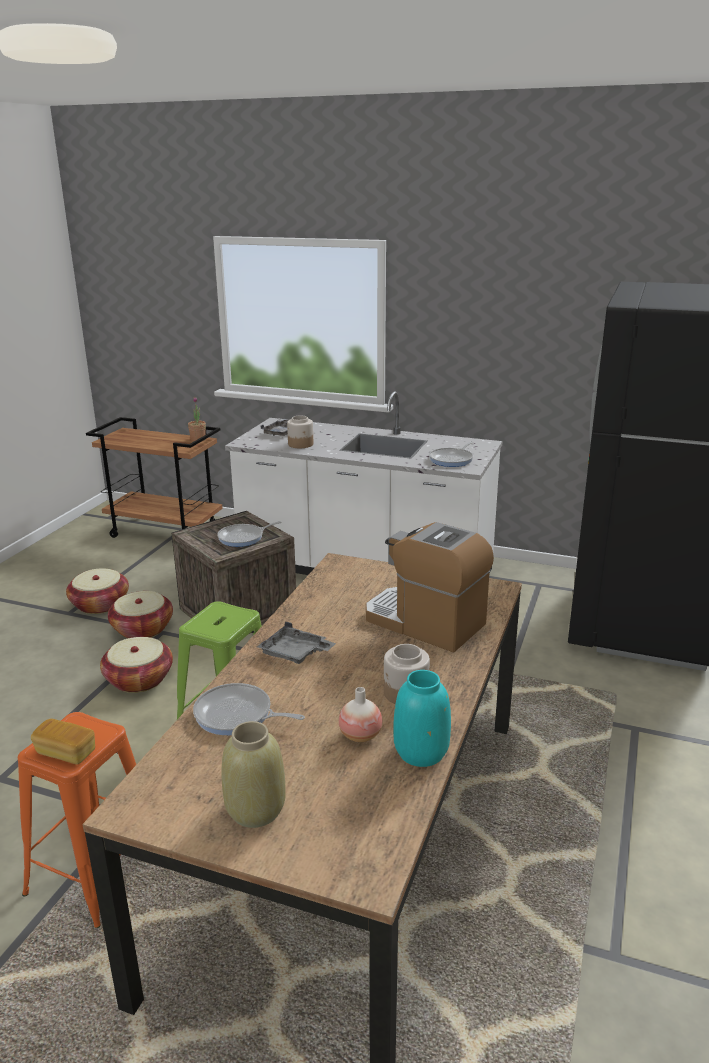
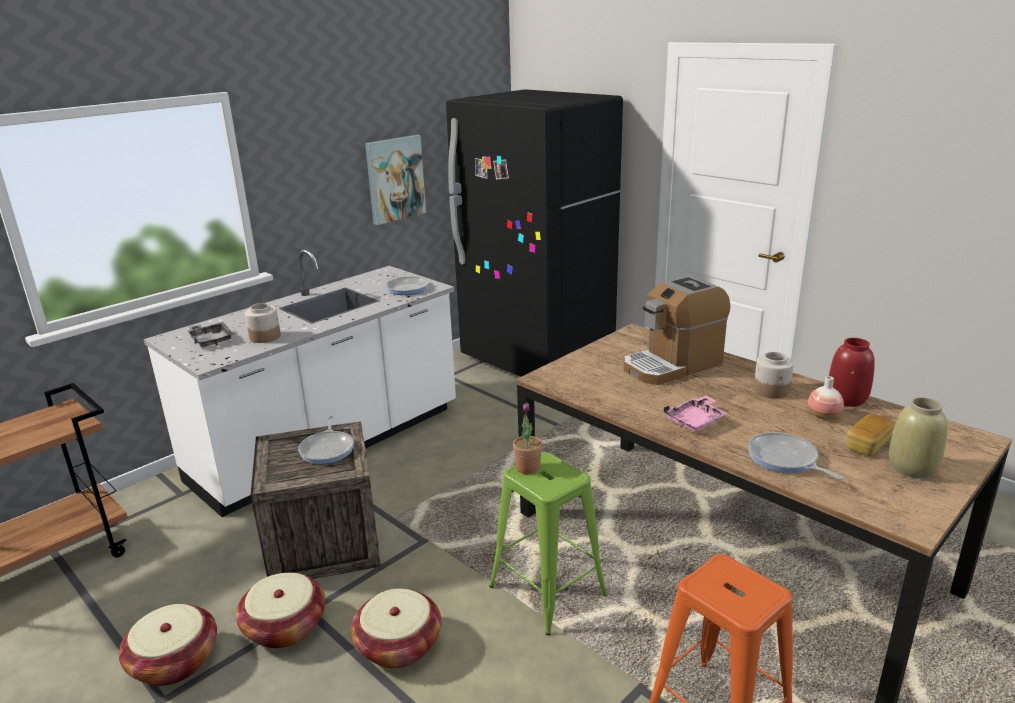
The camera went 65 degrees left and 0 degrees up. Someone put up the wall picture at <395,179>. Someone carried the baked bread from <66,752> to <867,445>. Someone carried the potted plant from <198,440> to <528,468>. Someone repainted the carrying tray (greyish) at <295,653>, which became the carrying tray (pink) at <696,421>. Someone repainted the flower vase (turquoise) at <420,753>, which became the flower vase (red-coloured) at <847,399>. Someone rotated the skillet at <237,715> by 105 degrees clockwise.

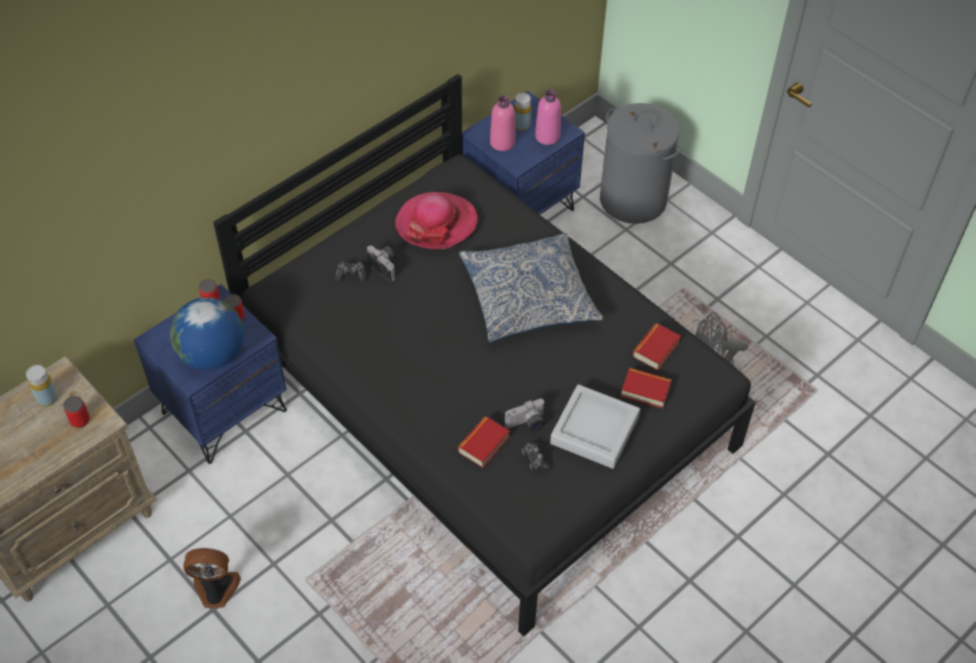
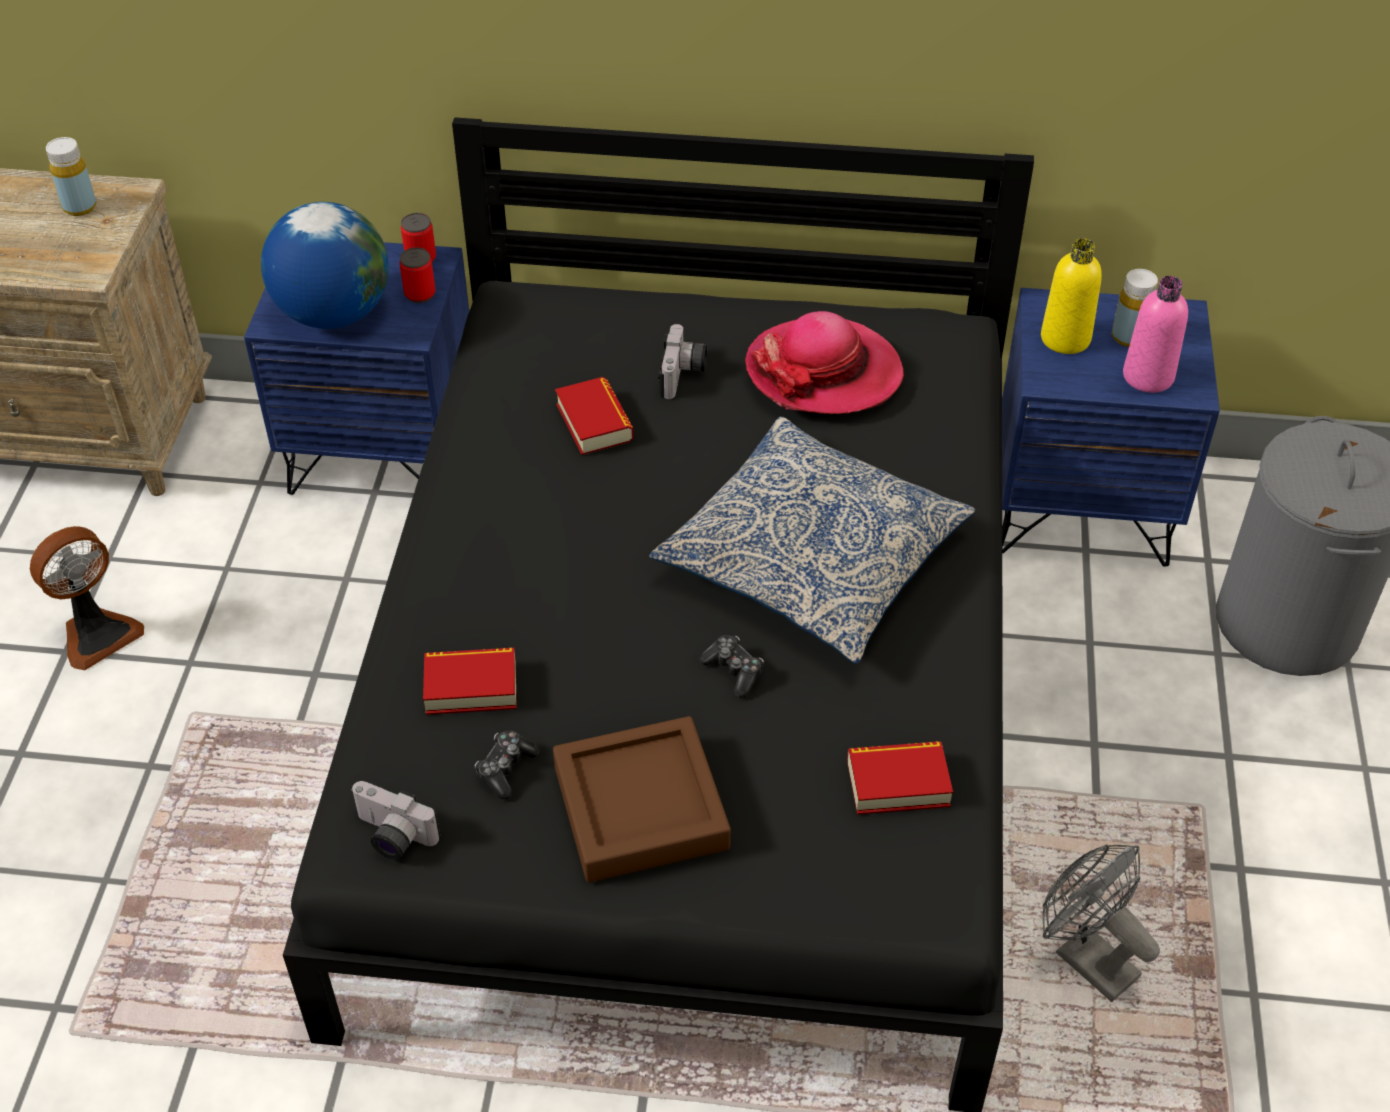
The camera went 50 degrees right and 5 degrees down. Someone took away the can at <80,420>. Someone carried the joypad from <351,274> to <734,671>. Someone carried the still camera from <527,424> to <391,837>. Someone carried the volume from <645,390> to <594,422>. Someone repainted the bottle (pink) at <502,142>, which became the bottle (yellowish) at <1065,338>. Someone repainted the carrying tray (greyish) at <594,430>, which became the carrying tray (brown) at <640,807>. Someone rotated the electric fan at <216,590> by 90 degrees clockwise.

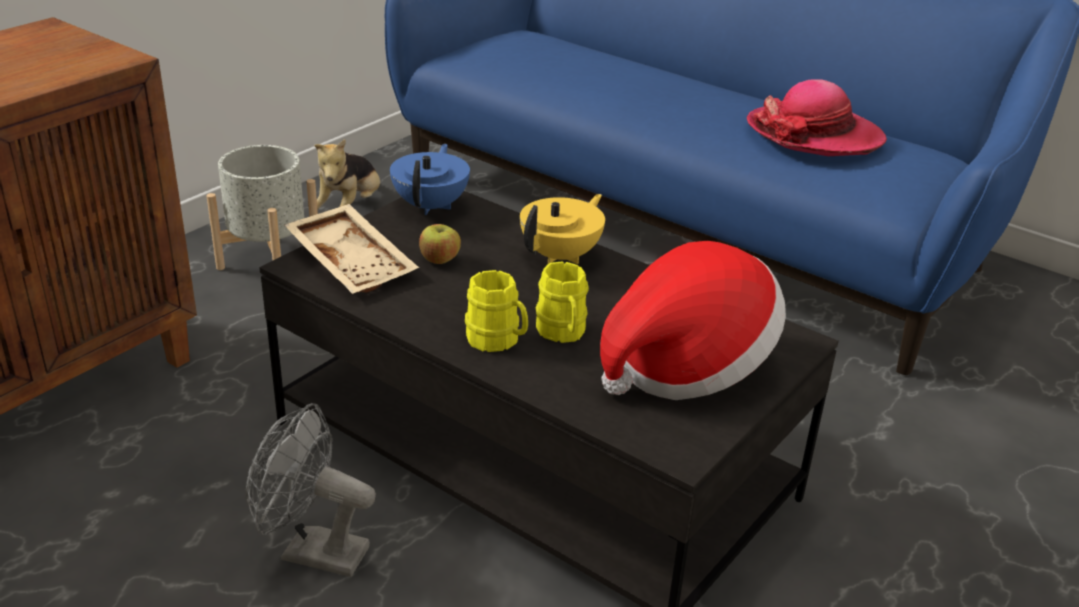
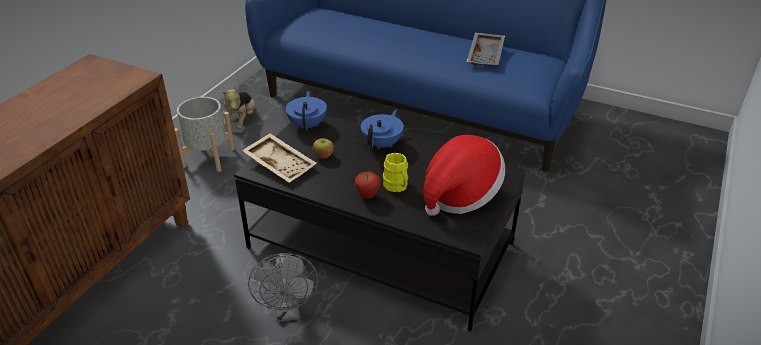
The camera went 10 degrees left and 5 degrees up. Someone swapped the tea mug (yellowish) at <498,341> for the apple fruit at <367,196>. Someone swapped the clothing hat at <814,135> for the carrying tray (greyish) at <486,56>. Someone repainted the tea pot (yellowish) at <561,255>, which became the tea pot (blue-coloured) at <382,144>. Someone rotated the electric fan (greyish) at <312,552> by 105 degrees counterclockwise.

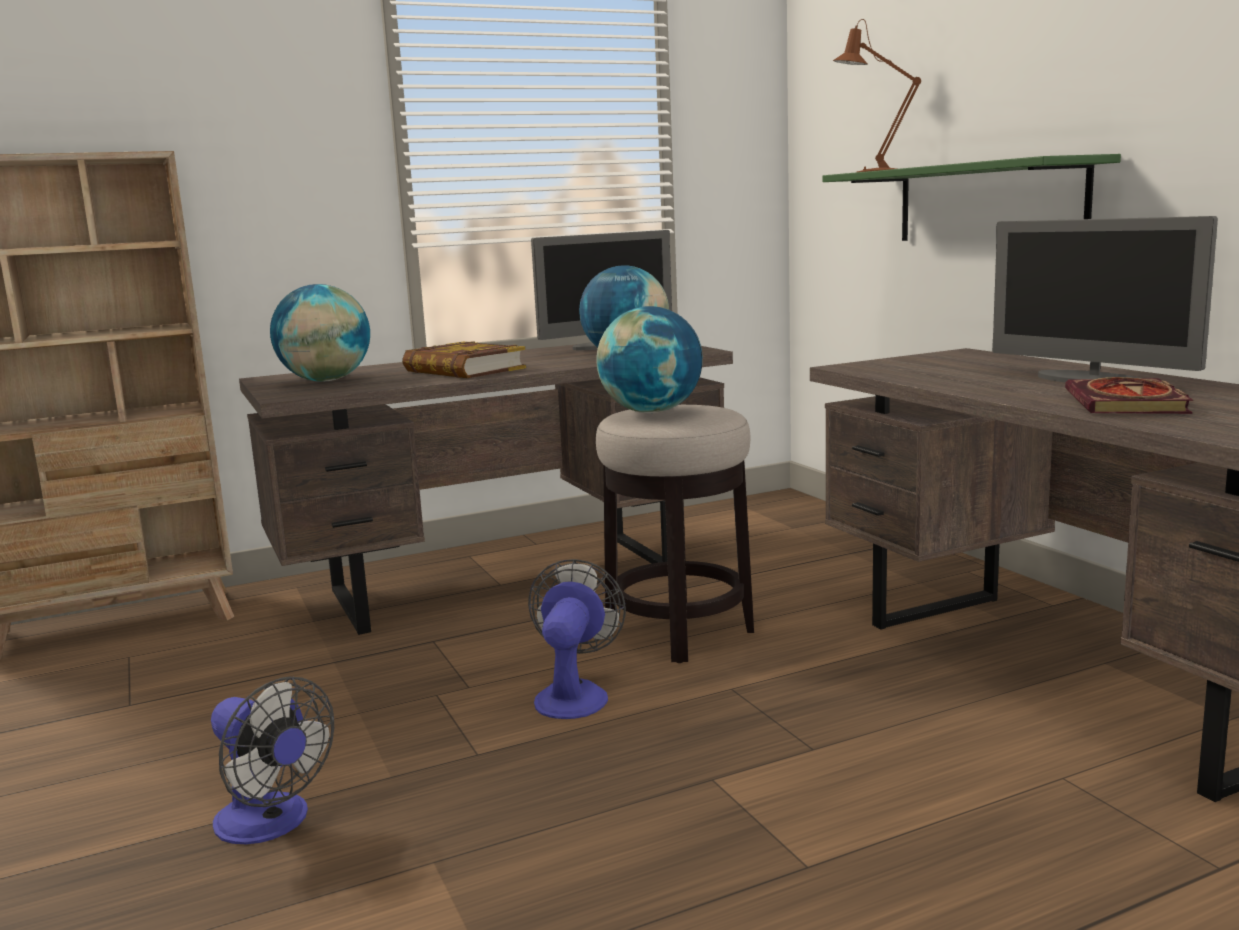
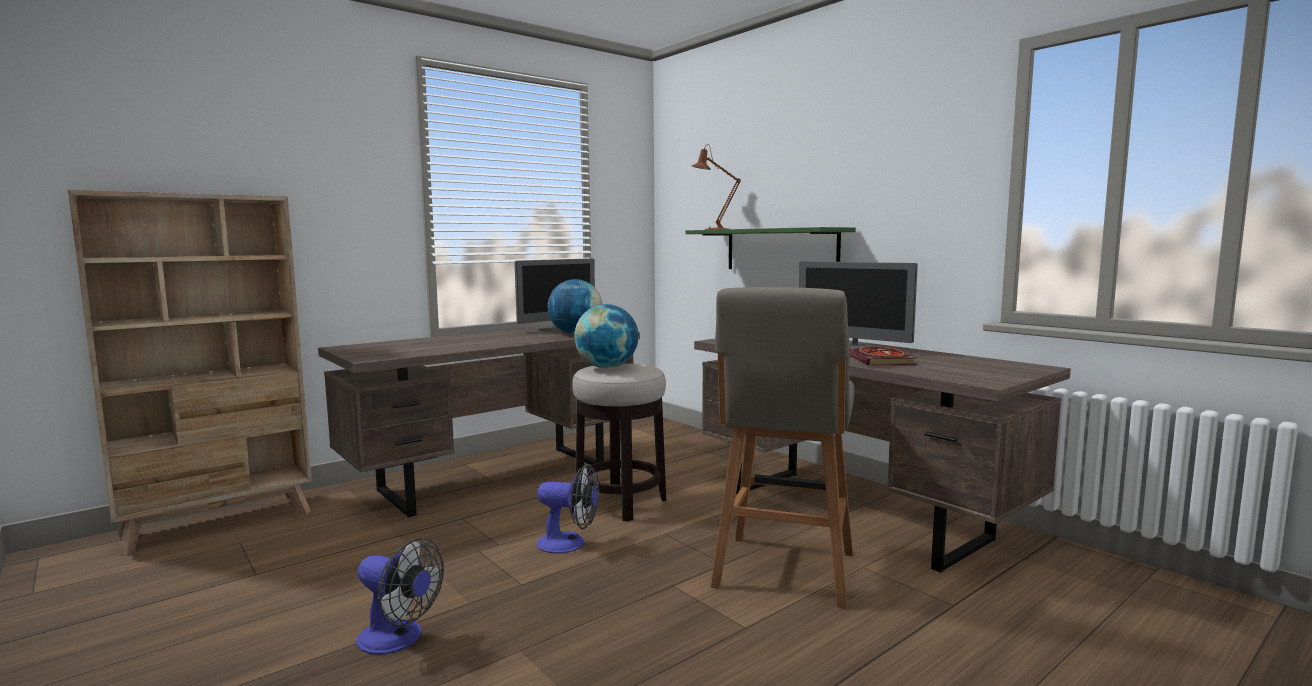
The camera went 15 degrees left and 5 degrees down. Someone took away the desk globe at <326,380>. Someone took away the volume at <464,370>. Someone put down the sitting stool (greyish) at <784,572>. Someone rotated the electric fan at <574,694> by 105 degrees clockwise.

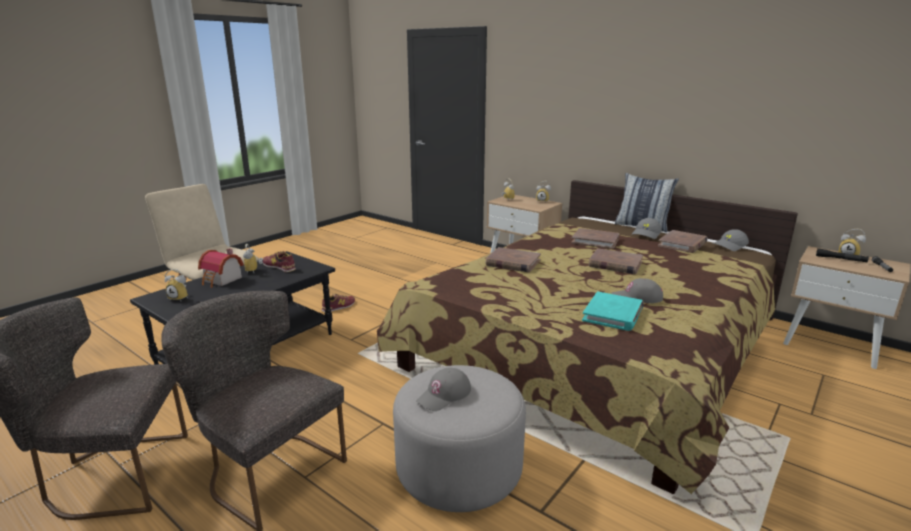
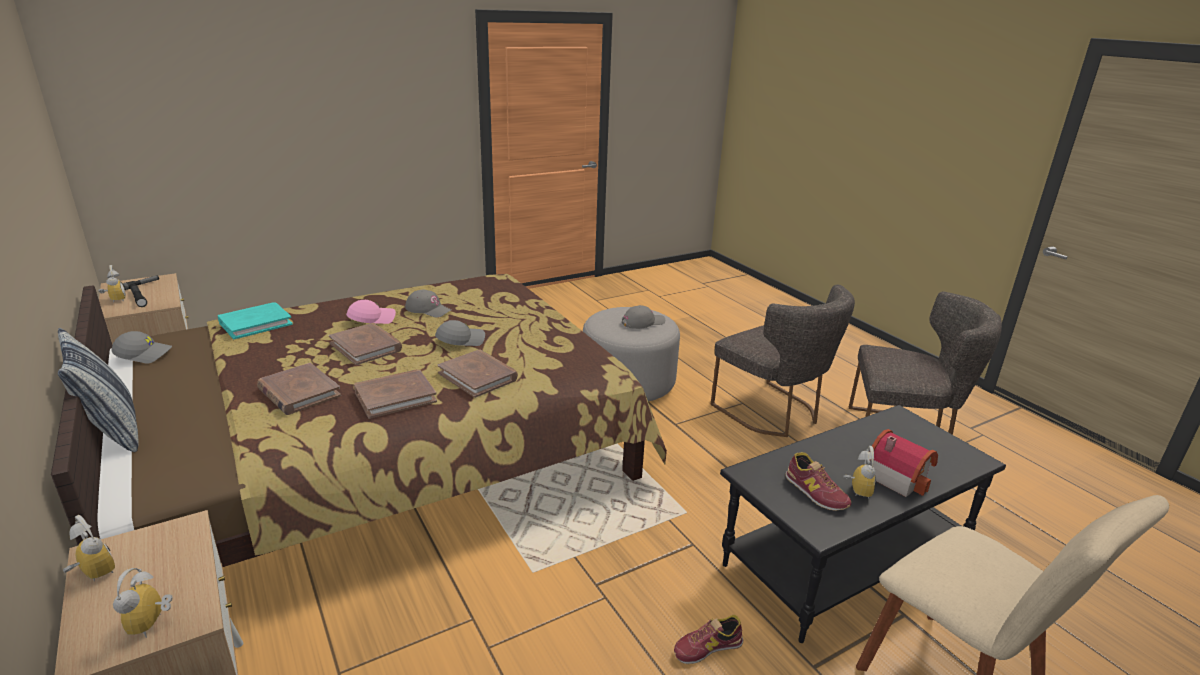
The camera went 160 degrees left and 5 degrees up. Someone took away the alarm clock at <181,298>. Someone put down the peaked cap (pink) at <372,319>. Someone carried the volume (turquoise) from <613,314> to <255,323>. Someone carried the peaked cap (greyish) from <646,234> to <460,340>. Someone carried the volume (brown) from <682,244> to <395,396>.

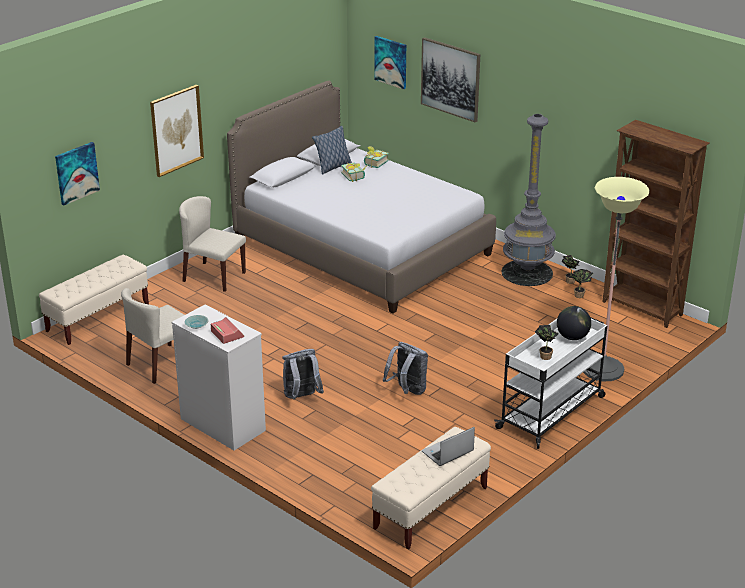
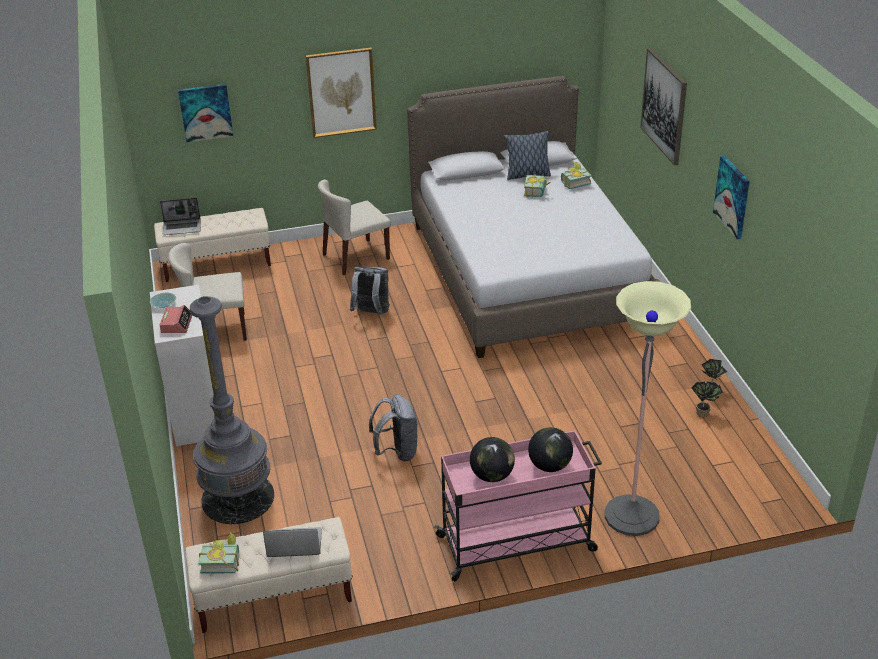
The camera went 35 degrees right and 5 degrees up. Someone took away the shelving unit (brown) at <642,309>. Someone put down the laptop at <182,227>. Someone put down the volume at <221,561>. Someone carried the knapsack (greyish) from <301,397> to <371,313>. Someone carried the wall picture from <391,62> to <732,197>. Someone carried the standing lamp (greyish) from <527,273> to <238,498>. Someone swapped the potted plant at <544,356> for the desk globe at <492,476>. Someone repainted the wheeled cart (white) at <552,412>, which became the wheeled cart (pink) at <517,543>. Someone rotated the upright chair (sand-coloured) at <213,277> by 90 degrees counterclockwise.

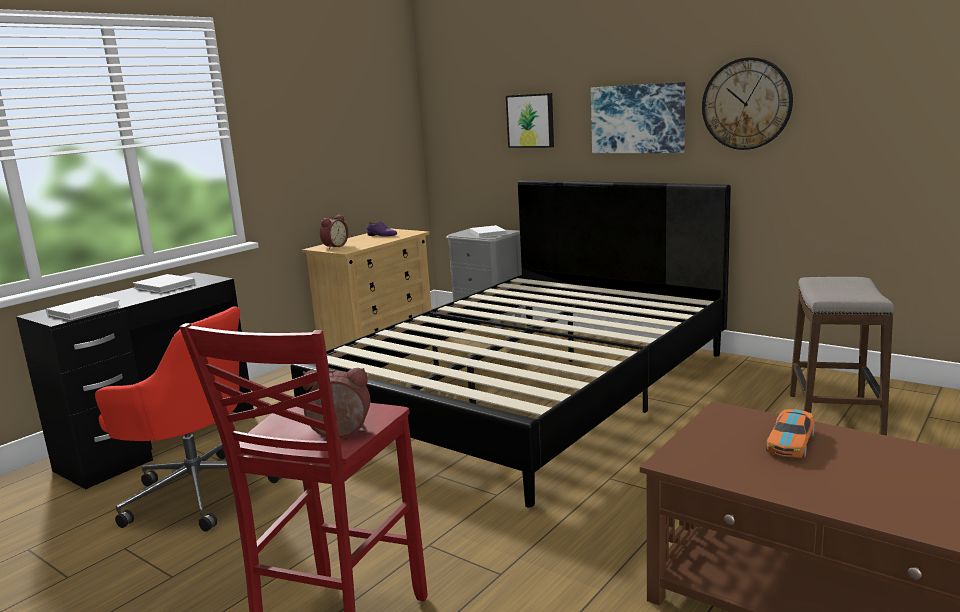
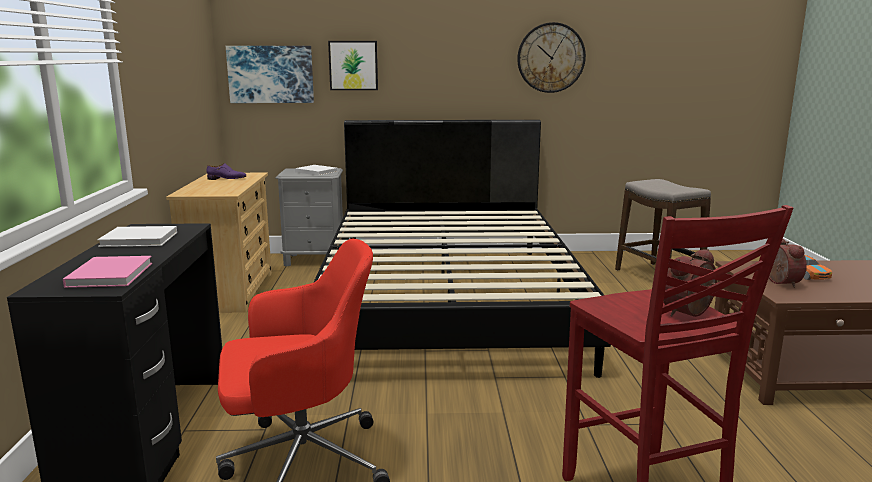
The camera went 40 degrees left and 0 degrees up. Someone carried the alarm clock from <334,246> to <779,282>. Someone carried the wall picture from <638,118> to <271,74>. Someone repainted the volume (white) at <86,310>, which became the volume (pink) at <111,274>.

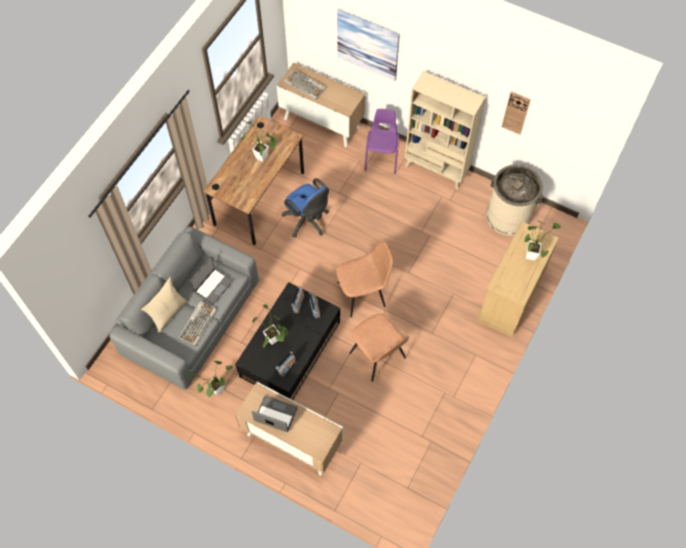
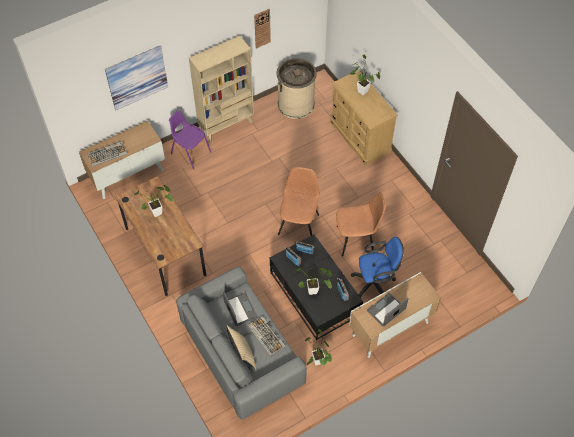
The camera went 60 degrees left and 5 degrees down. Someone carried the office chair (blue-coloured) from <308,221> to <375,283>.

